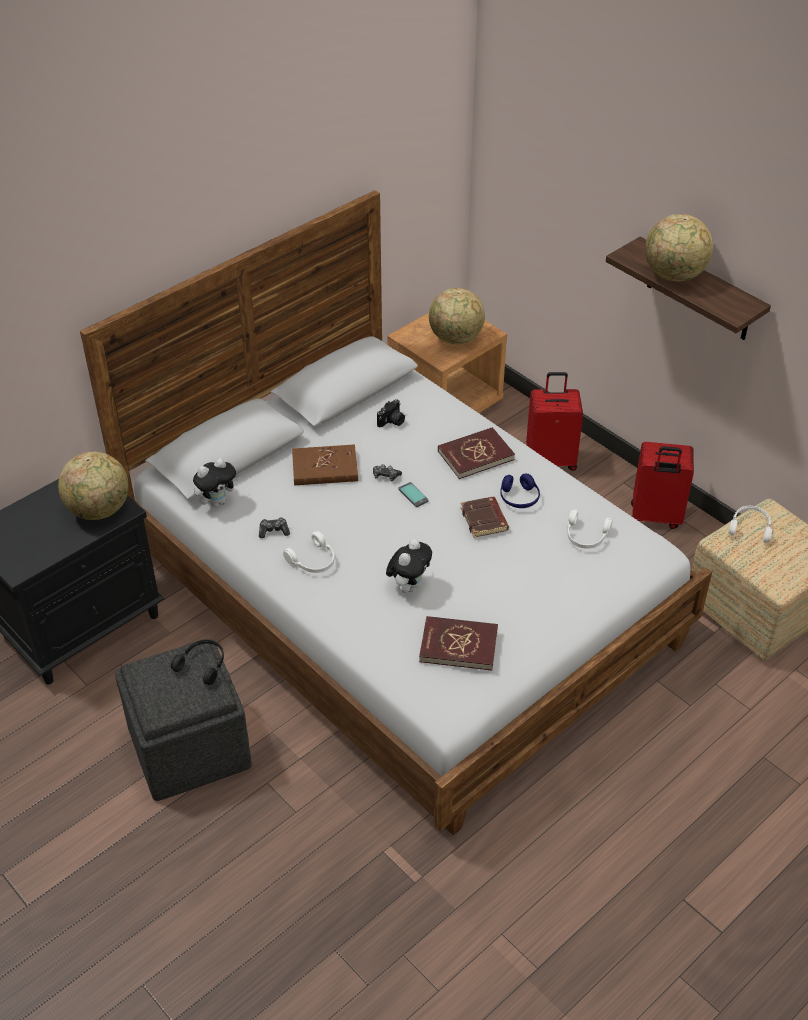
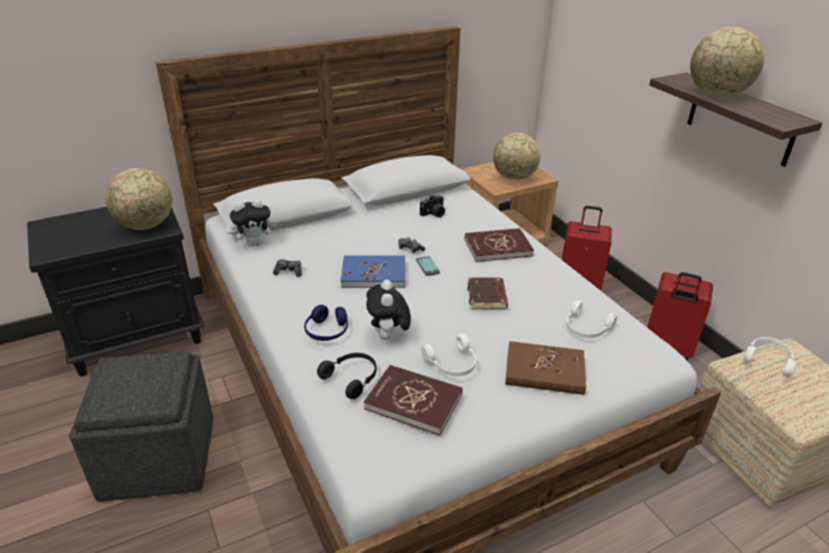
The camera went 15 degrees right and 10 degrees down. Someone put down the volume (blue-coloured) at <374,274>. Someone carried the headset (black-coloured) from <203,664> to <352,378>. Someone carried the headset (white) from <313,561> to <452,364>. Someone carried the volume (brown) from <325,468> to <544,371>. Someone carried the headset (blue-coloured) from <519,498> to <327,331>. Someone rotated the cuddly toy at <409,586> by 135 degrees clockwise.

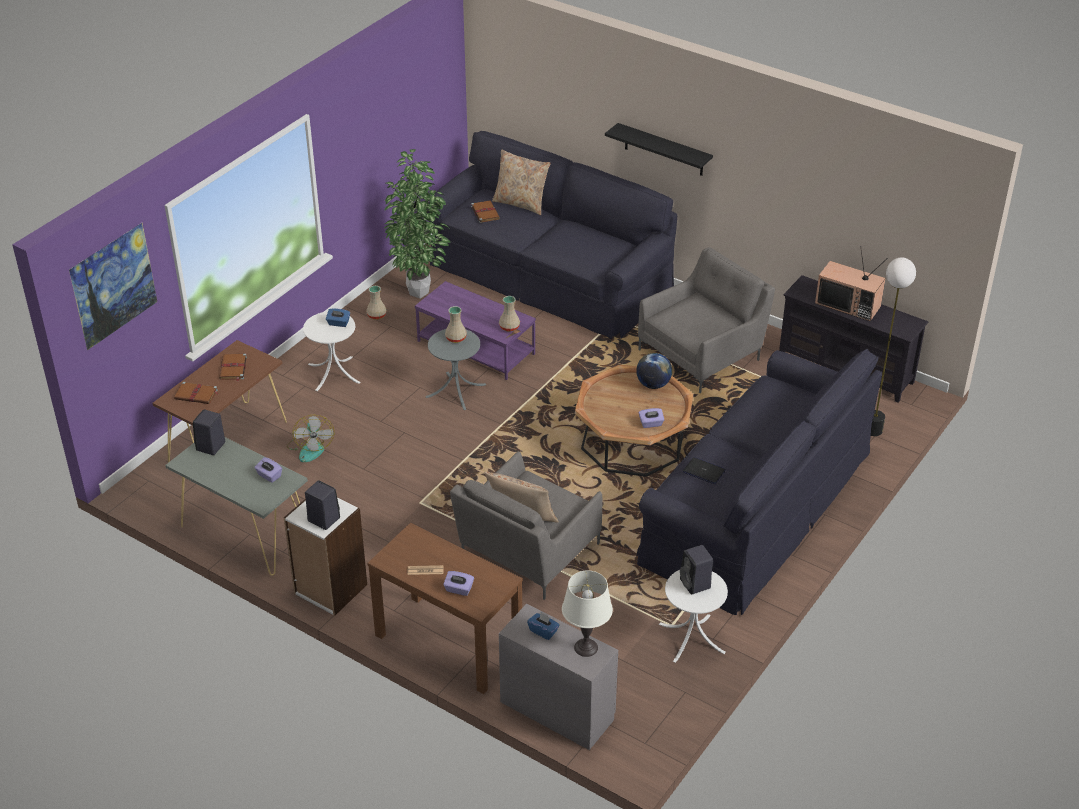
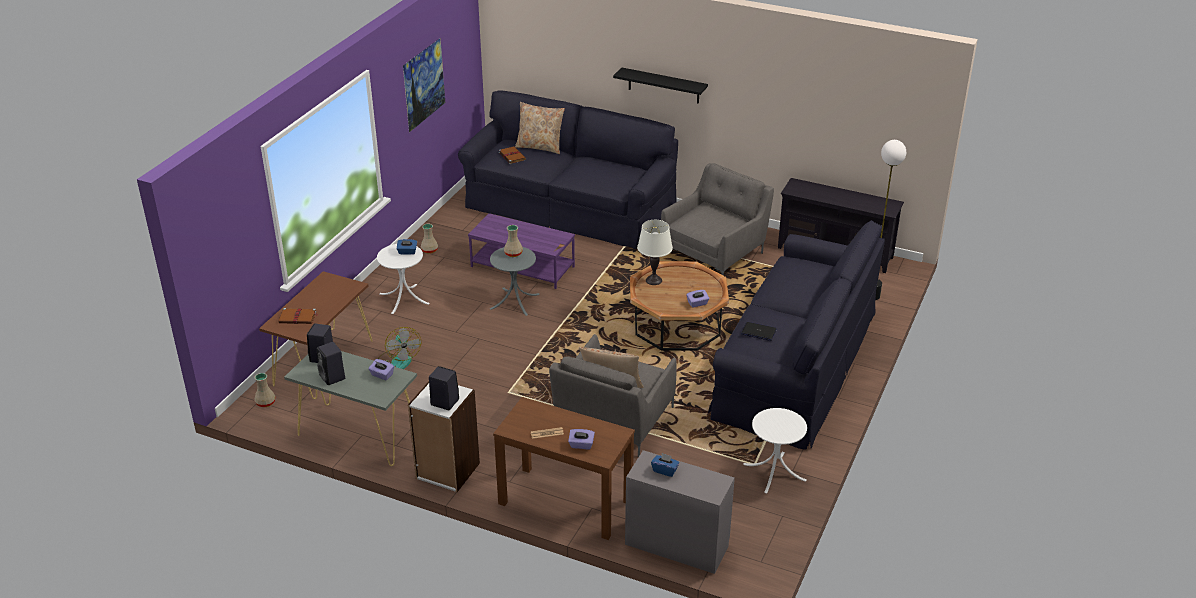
The camera went 10 degrees left and 5 degrees down. Someone took away the volume (brown) at <233,368>. Someone took away the potted plant at <421,291>. Someone took away the desk globe at <653,384>. Someone took away the TV at <849,304>. Someone carried the wall picture from <118,306> to <426,101>. Someone carried the flower vase (sand-coloured) from <510,327> to <266,403>. Someone carried the tabletop lamp (white) from <586,647> to <653,280>. Someone carried the audio speaker (black-coloured) from <696,584> to <333,377>.

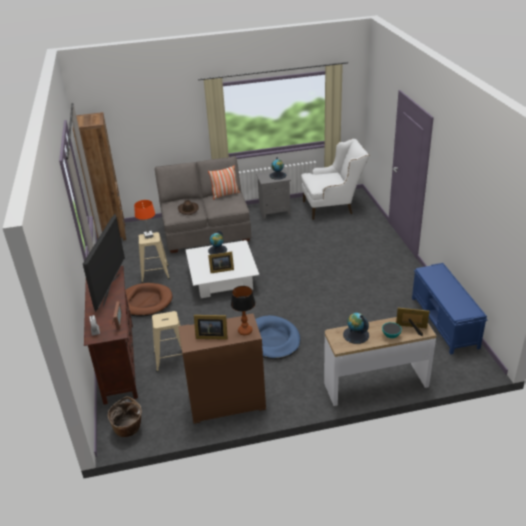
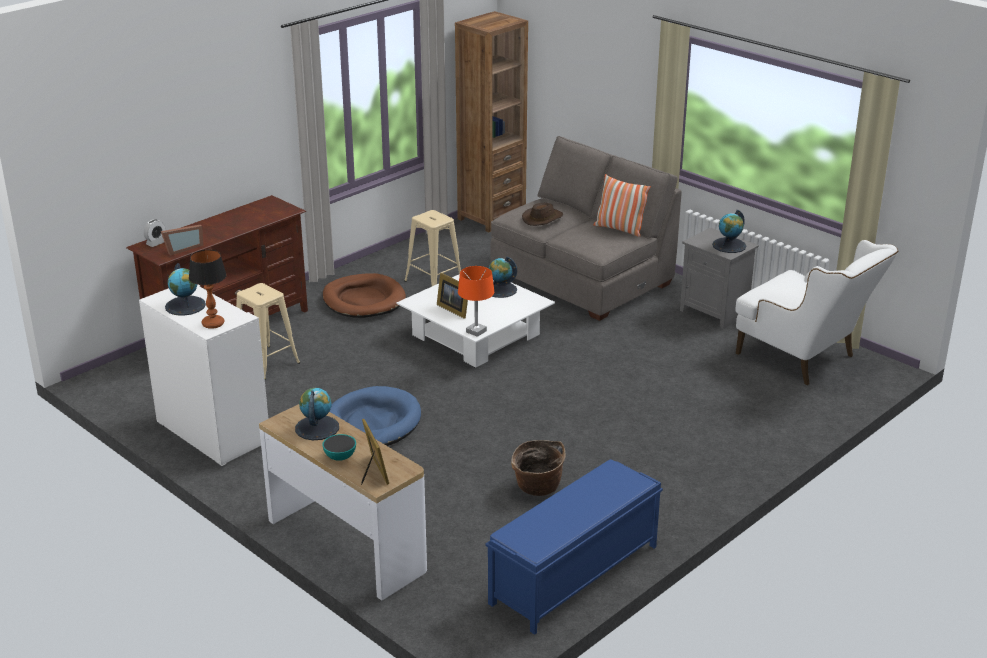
The camera went 55 degrees right and 5 degrees down. Someone took away the TV at <111,289>. Someone carried the household basket from <128,429> to <537,488>. Someone carried the tabletop lamp (orangey) from <148,235> to <476,331>. Someone swapped the photo frame at <211,336> for the desk globe at <185,305>. Someone repainted the cupboard (brown) at <226,403>, which became the cupboard (white) at <211,433>.

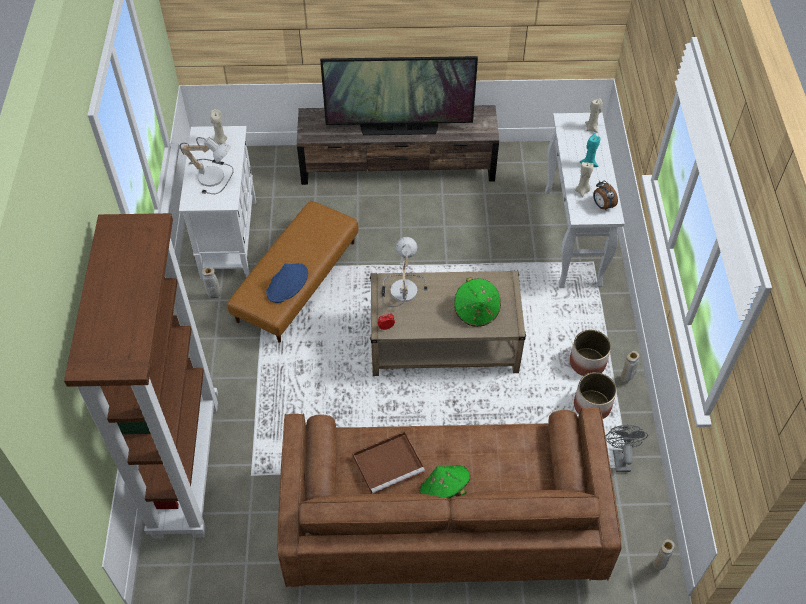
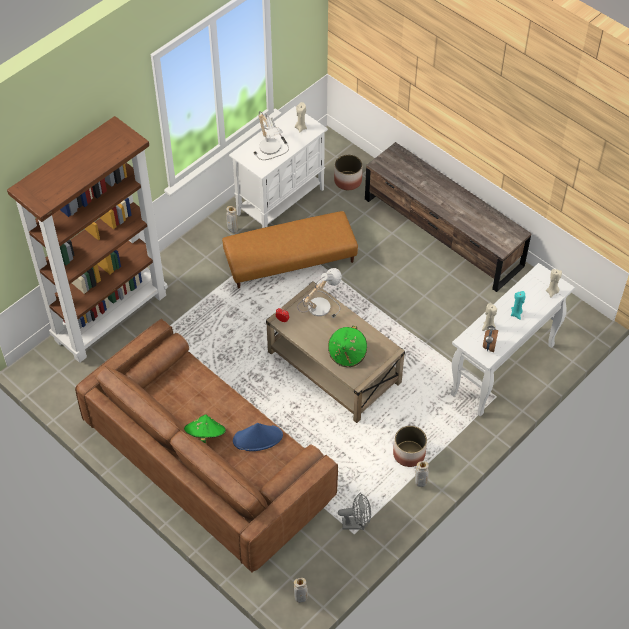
The camera went 45 degrees right and 0 degrees up. Someone took away the TV at <399,129>. Someone took away the carrying tray (brown) at <389,463>. Someone carried the clothing hat (blue-coloured) from <287,283> to <258,438>. Someone carried the planter from <592,405> to <348,181>. Someone rotated the electric fan (greyish) at <620,457> by 45 degrees clockwise.

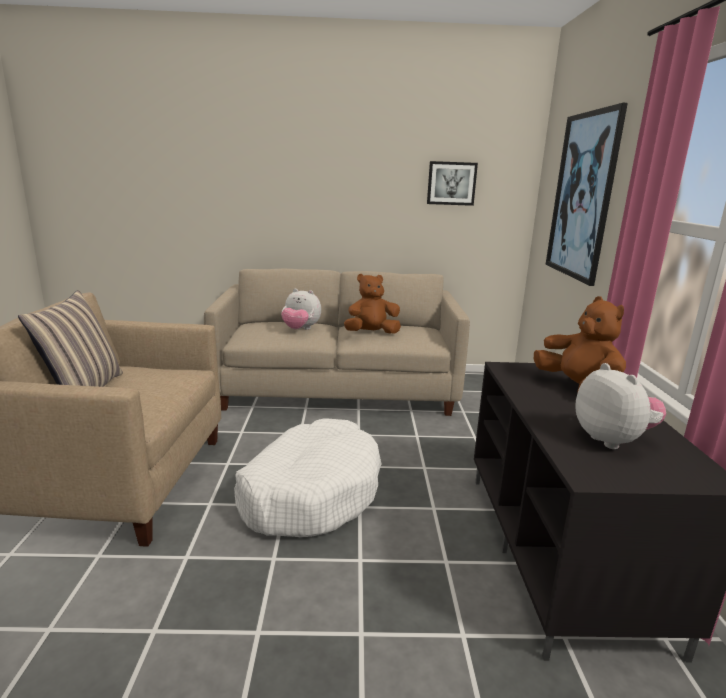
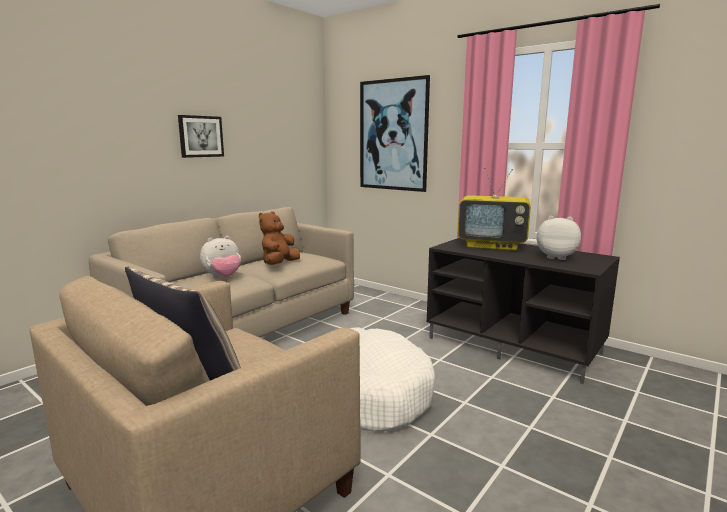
The camera went 50 degrees left and 5 degrees down. Someone carried the wall picture from <451,183> to <201,136>. Someone swapped the cuddly toy (brown) at <577,389> for the TV at <492,246>.

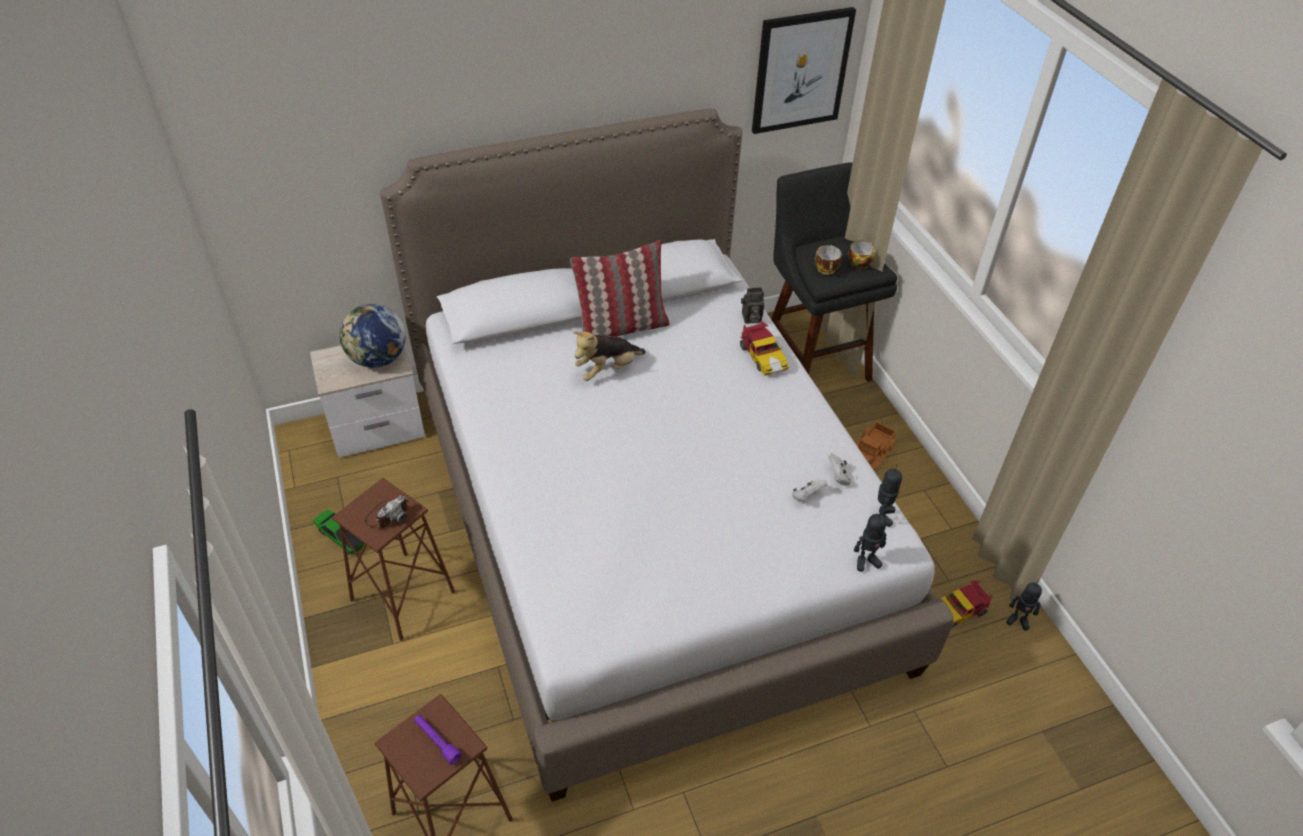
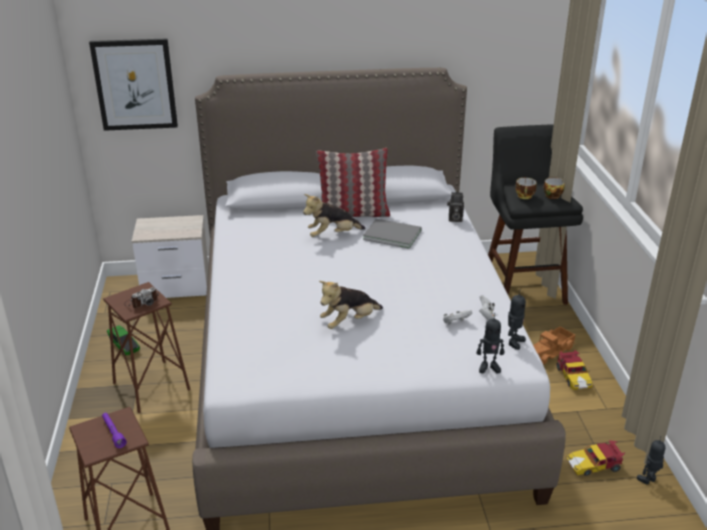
The camera went 15 degrees right and 15 degrees down. Someone took away the desk globe at <378,359>. Someone put down the cuddly toy at <349,322>. Someone put down the volume (greyish) at <391,234>. Someone carried the model car from <762,357> to <573,377>. Someone carried the wall picture from <800,70> to <135,84>. Someone rotated the model robot at <1018,620> by 120 degrees clockwise.

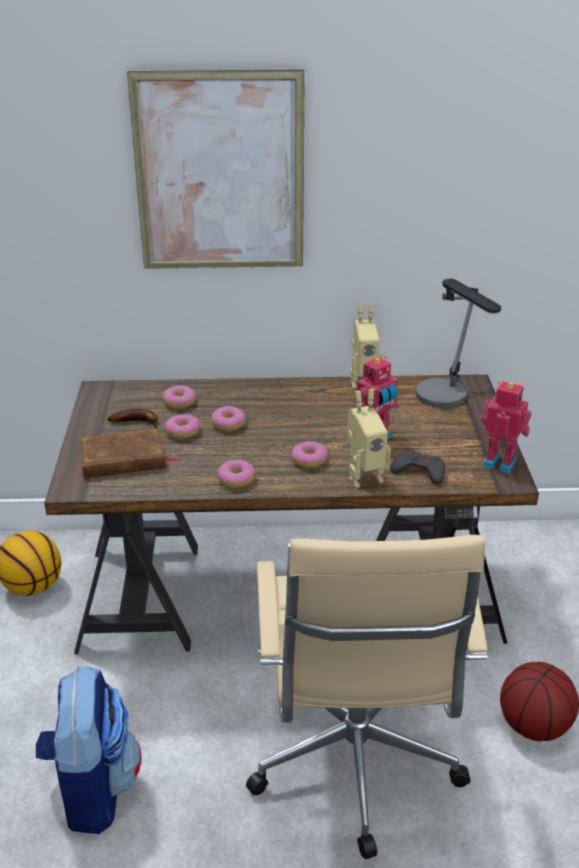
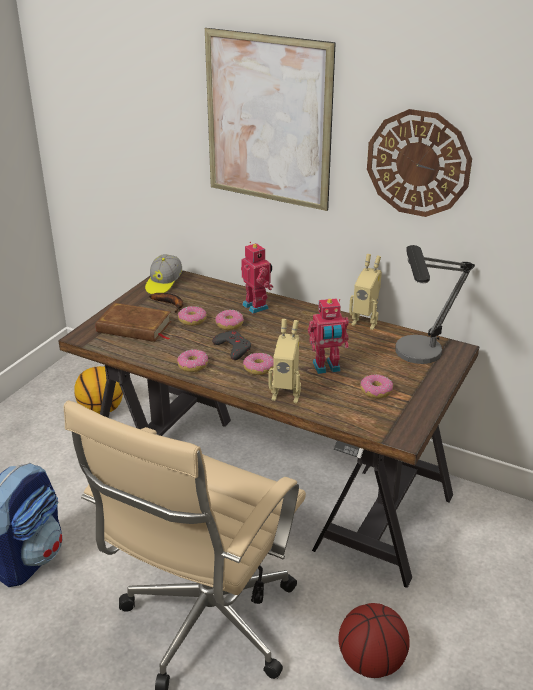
The camera went 30 degrees right and 0 degrees up. Someone put down the peaked cap at <163,283>. Someone put up the clock on the wall at <418,163>. Someone carried the ring doughnut from <179,402> to <376,391>. Someone carried the joypad (greyish) from <419,471> to <233,348>. Someone carried the model robot from <500,462> to <257,306>.

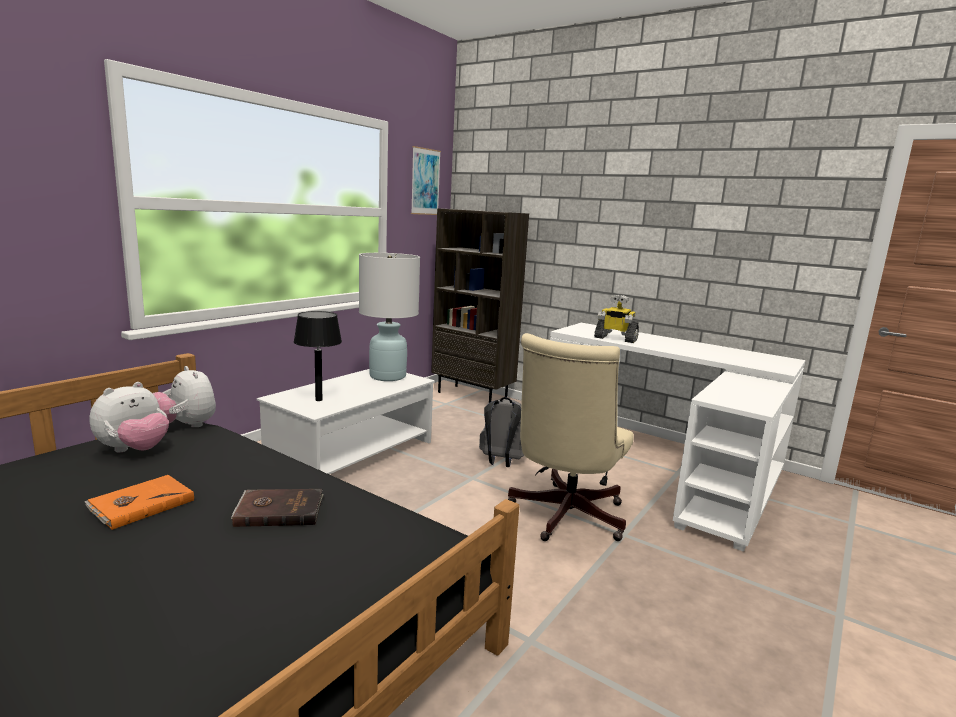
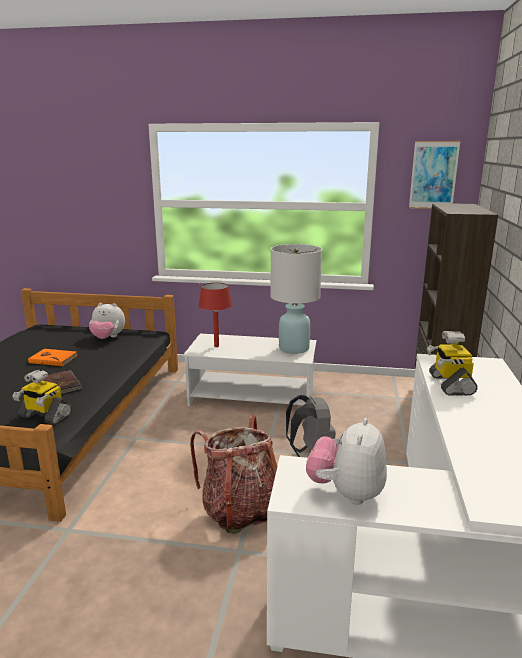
The camera went 65 degrees right and 5 degrees up. Someone put down the model robot at <44,416>. Someone carried the cuddly toy from <185,426> to <346,493>. Someone swapped the office chair (sand-coloured) at <564,517> for the knapsack at <241,510>. Someone repainted the tabletop lamp (black-coloured) at <319,400>, which became the tabletop lamp (red-coloured) at <216,346>.

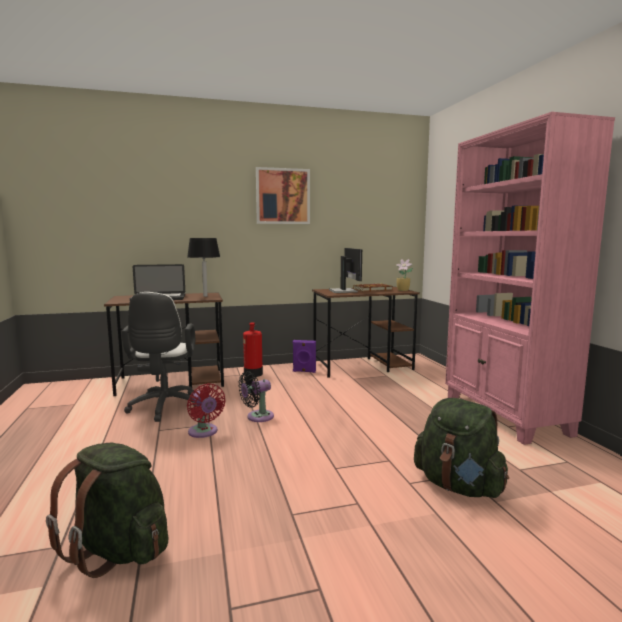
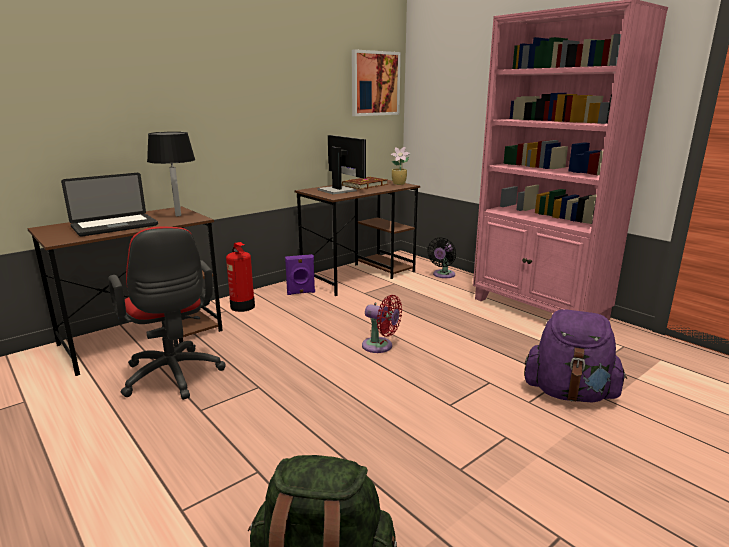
The camera went 25 degrees left and 10 degrees up. Someone carried the electric fan (red-coloured) from <204,432> to <380,346>. Someone carried the electric fan (black-coloured) from <257,417> to <443,275>. Someone carried the wall picture from <283,196> to <375,83>. Someone repainted the office chair (white) at <164,408>, which became the office chair (red-coloured) at <173,378>. Someone repainted the knapsack (green-coloured) at <458,486>, which became the knapsack (purplish) at <569,393>.

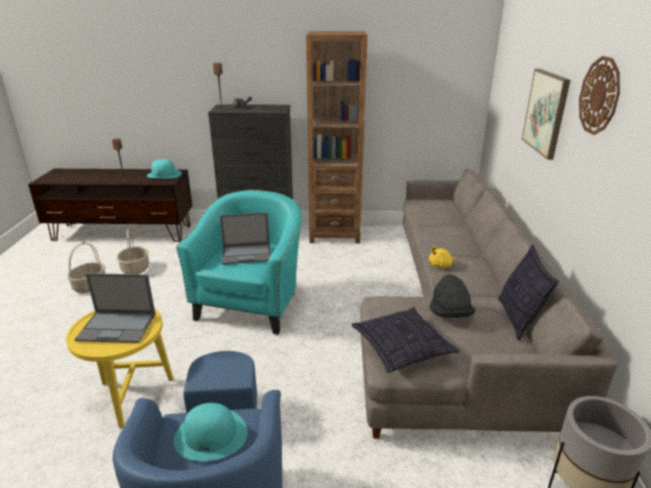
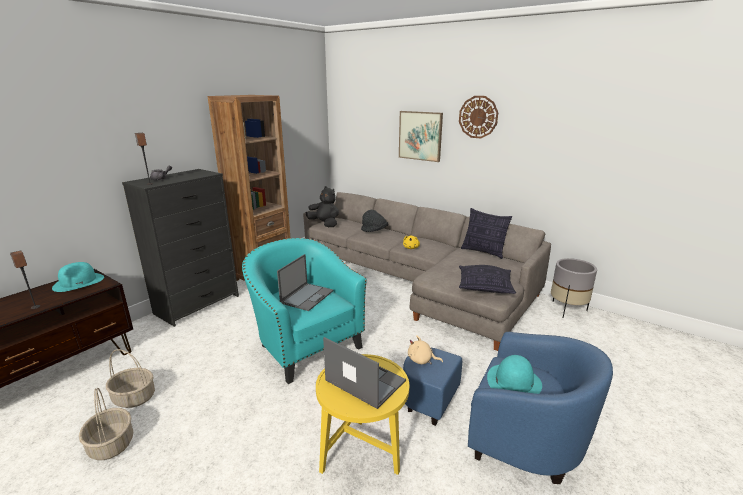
The camera went 55 degrees left and 5 degrees down. Someone put down the cuddly toy (black-coloured) at <324,224>. Someone put down the cuddly toy (sand-coloured) at <421,360>. Someone carried the clothing hat (black-coloured) from <450,314> to <374,231>. Someone rotated the laptop at <118,327> by 90 degrees counterclockwise.

